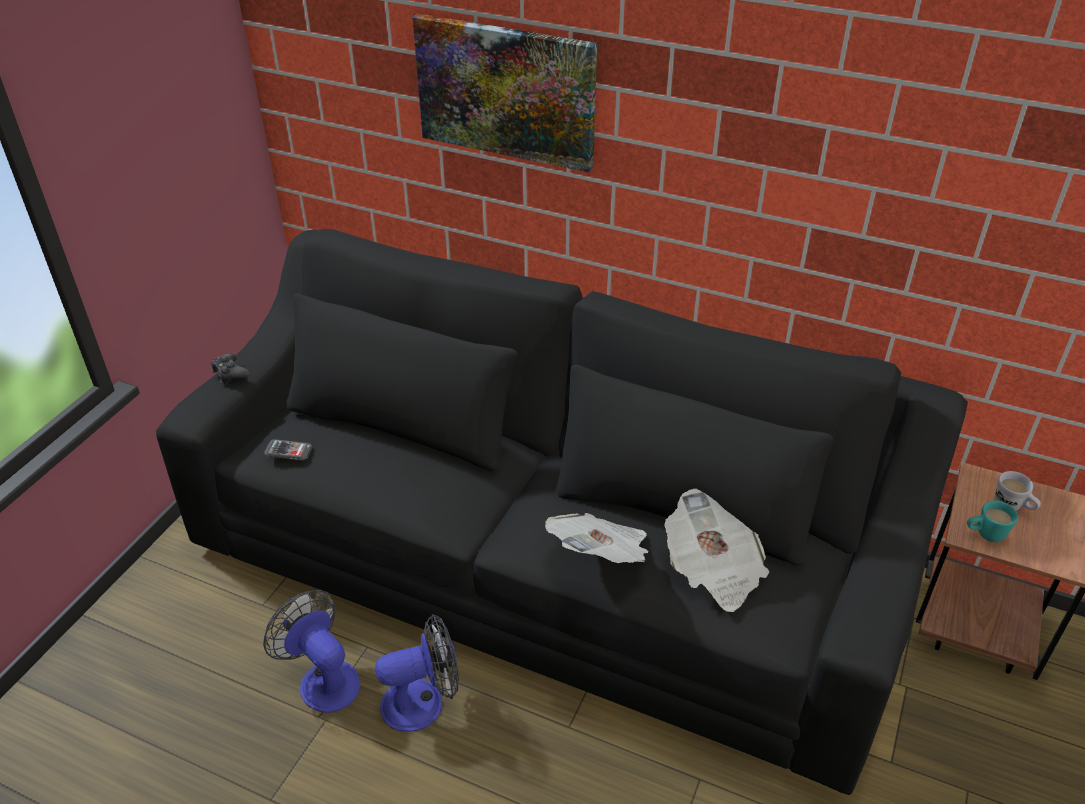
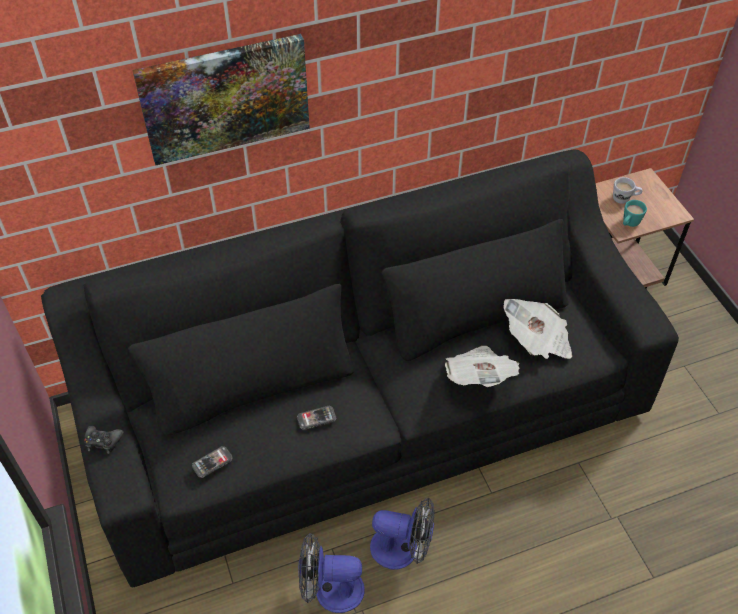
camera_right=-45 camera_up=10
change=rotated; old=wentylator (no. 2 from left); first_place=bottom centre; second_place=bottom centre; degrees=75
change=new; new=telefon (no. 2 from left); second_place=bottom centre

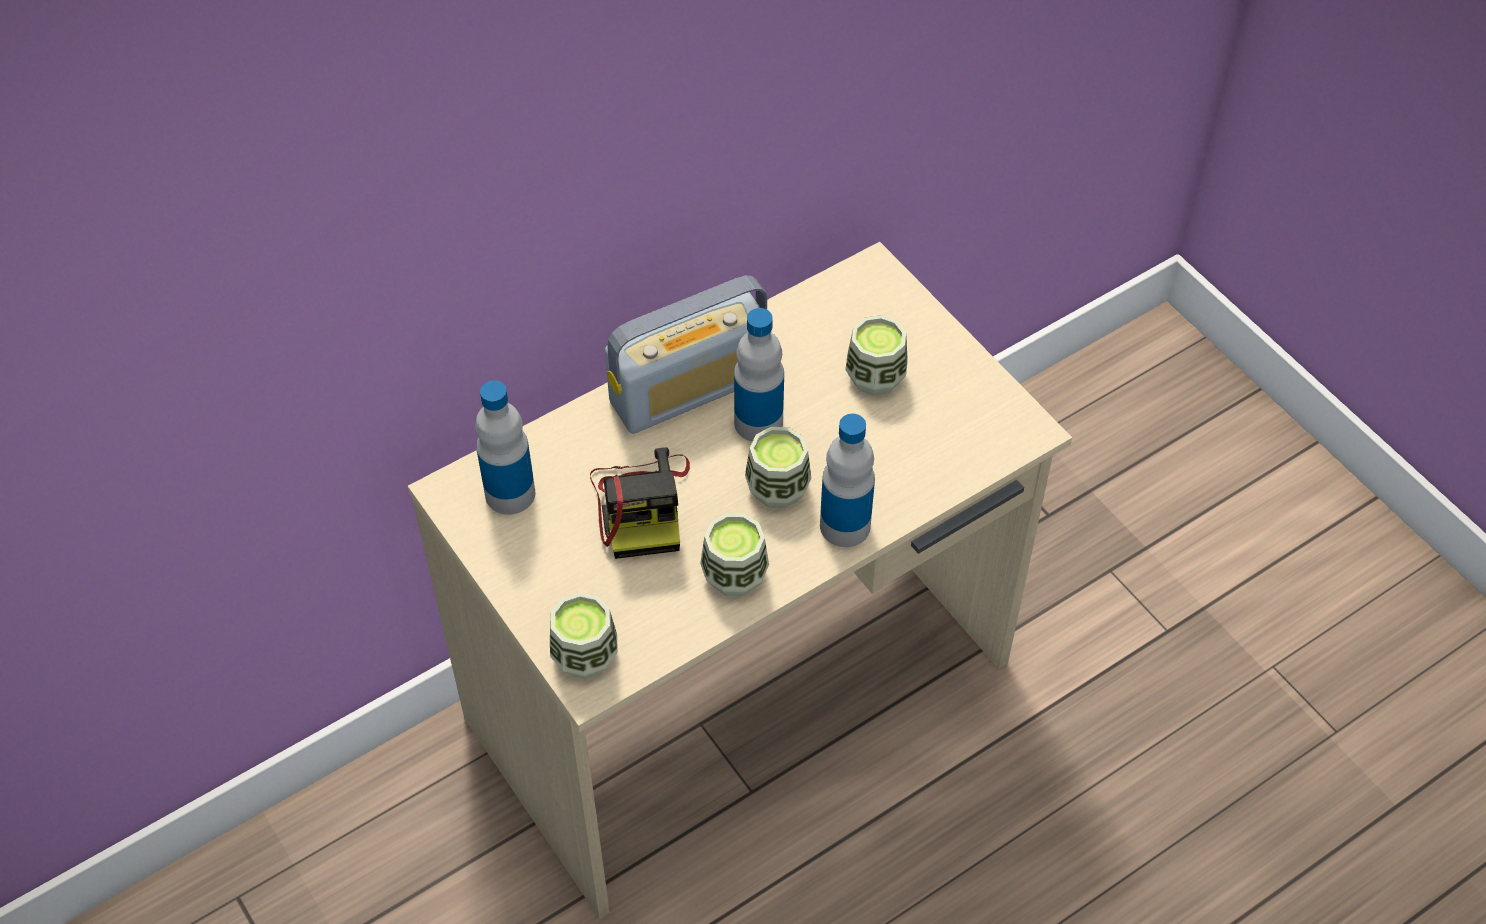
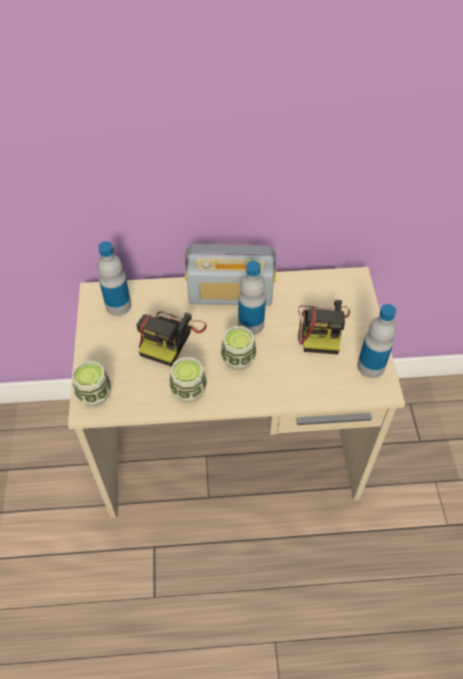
camera_right=30 camera_up=0
change=swapped; old=filiżanka (no. 4 from left); new=aparat fotograficzny (no. 2 from left); first_place=centre; second_place=middle right
change=shifted; old=butelka (no. 3 from left); first_place=centre; second_place=middle right

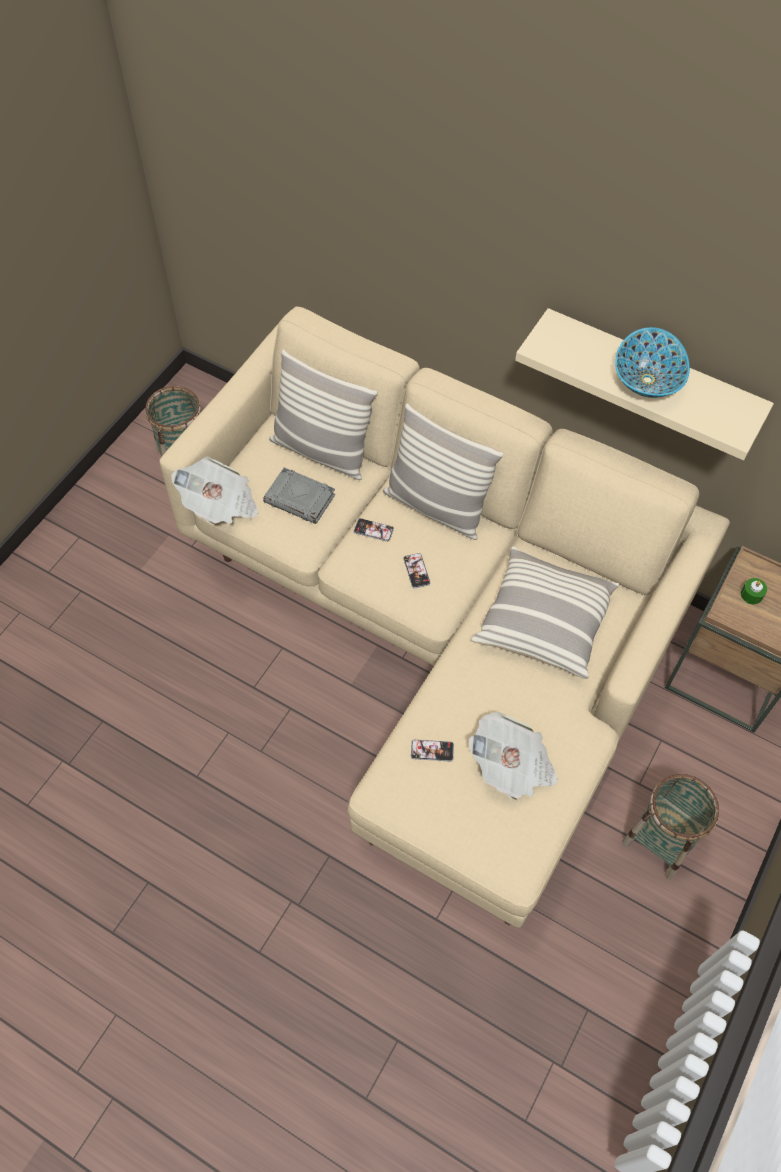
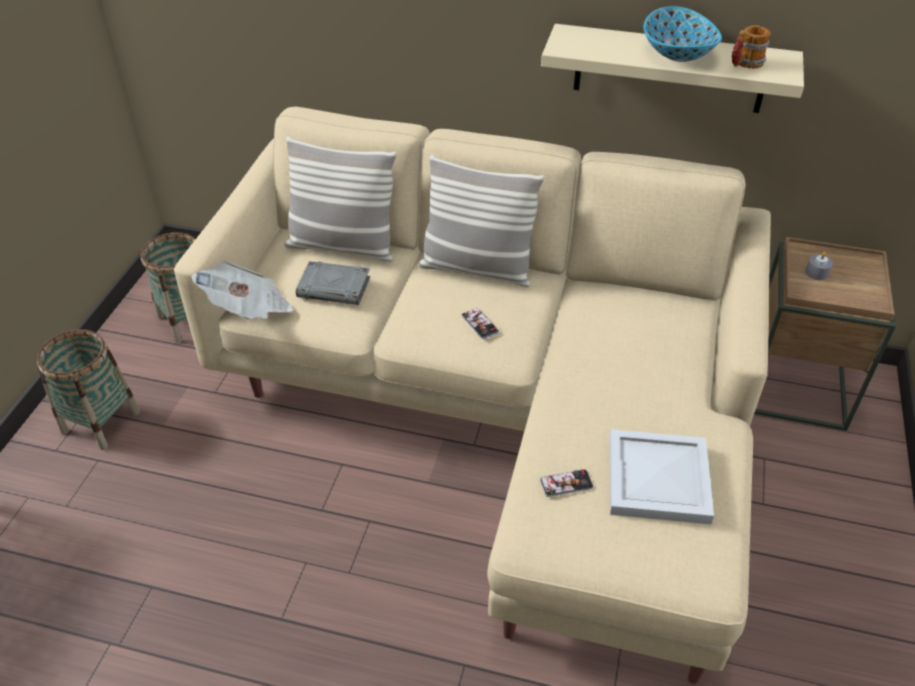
camera_right=-15 camera_up=-15
change=gone; old=telefon (no. 1 from left); first_place=centre
change=gone; old=poduszka (no. 3 from left); first_place=middle right
change=repainted; old=świeca [zielony]; new=świeca [szary]; first_place=middle right; second_place=middle right
change=swapped; old=gazeta (no. 2 from left); new=taca [biały]; first_place=centre; second_place=bottom right
change=shifted; old=koszyk (no. 2 from left in the first image); new=koszyk (no. 1 from left); first_place=bottom right; second_place=middle left
change=new; new=kubek; second_place=top right

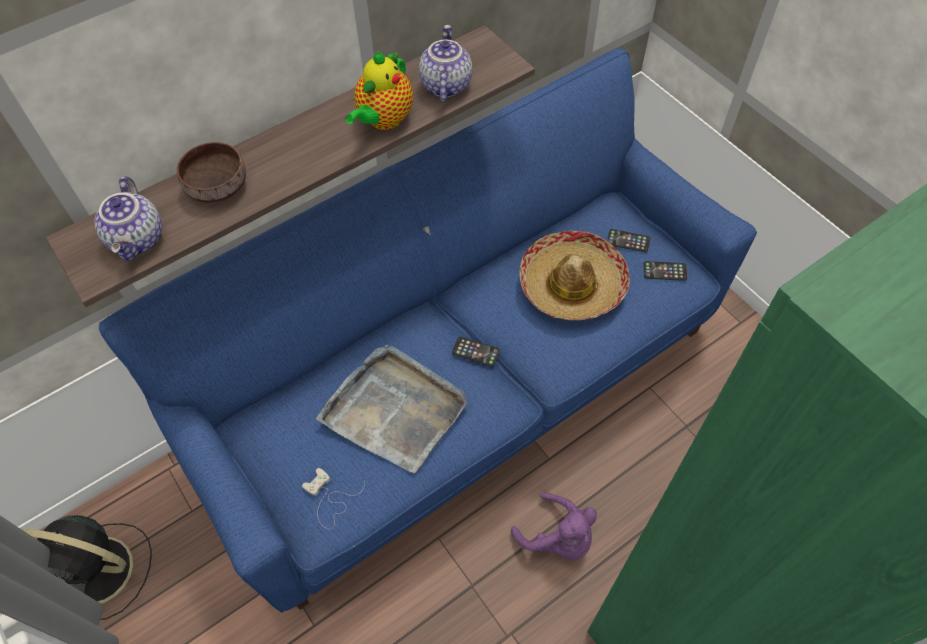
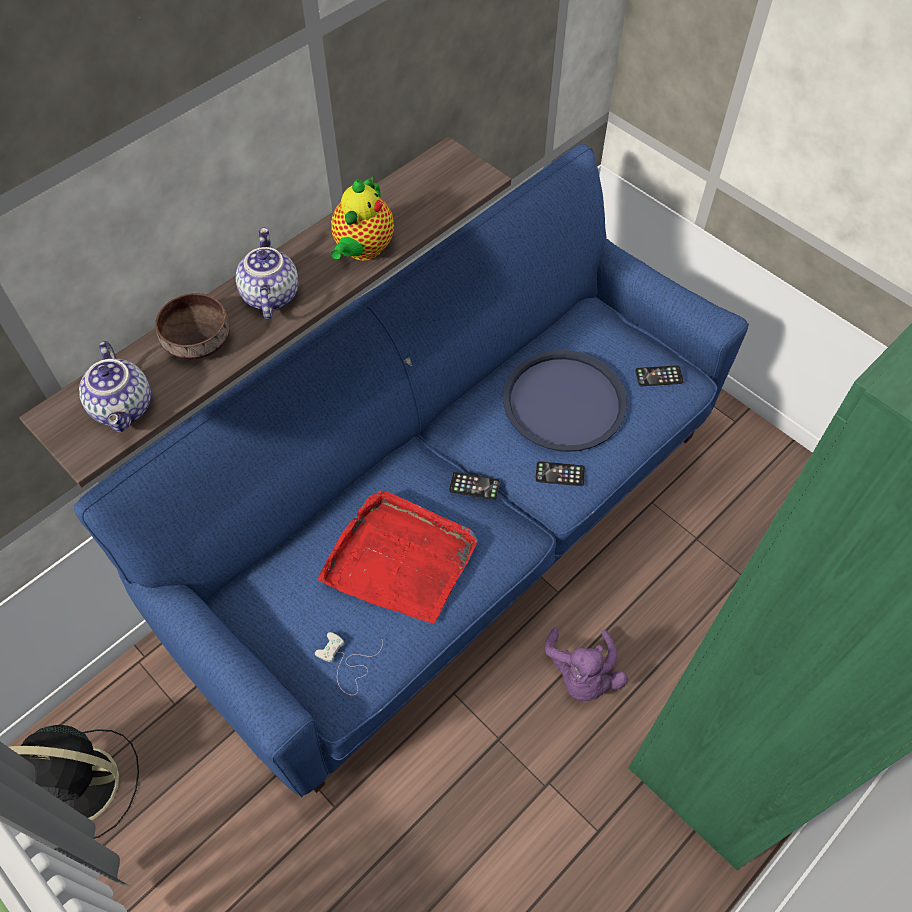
camera_right=-10 camera_up=0
change=shifted; old=imbryk (no. 3 from left in the first image); new=imbryk (no. 2 from left); first_place=top centre; second_place=top left
change=shifted; old=telefon (no. 2 from left); first_place=middle right; second_place=centre
change=swapped; old=kapelusz; new=taca [niebieski]; first_place=centre; second_place=centre
change=repainted; old=taca [szary]; new=taca [czerwony]; first_place=centre; second_place=centre
change=rotated; old=pluszak [fioletowy]; first_place=bottom centre; second_place=bottom centre; degrees=60

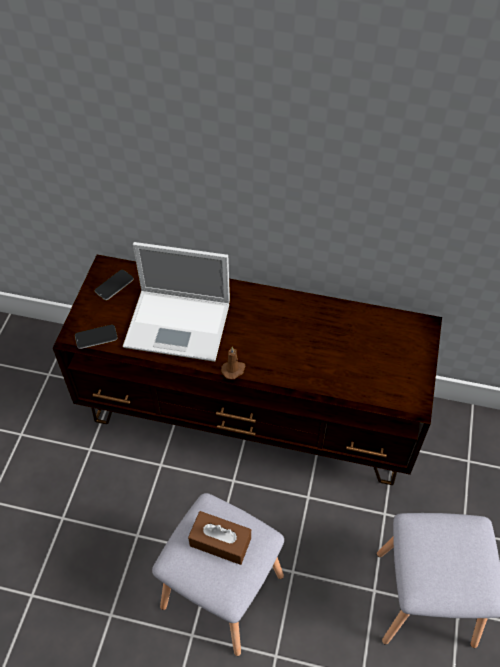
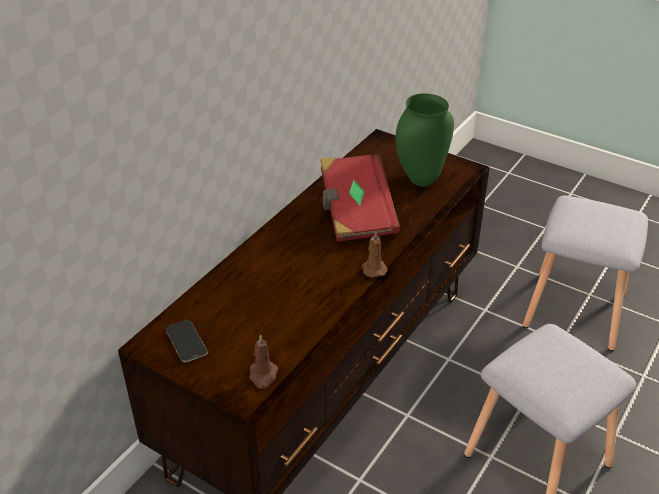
camera_right=-70 camera_up=-15
change=gone; old=laptop; first_place=centre
change=swapped; old=telefon (no. 1 from left); new=świeca [brązowy] (no. 1 from left); first_place=middle left; second_place=bottom centre
change=gone; old=pudełko chusteczek [brązowy]; first_place=bottom centre
change=new; new=wazon [zielony]; second_place=top centre
change=new; new=książka [czerwony]; second_place=centre

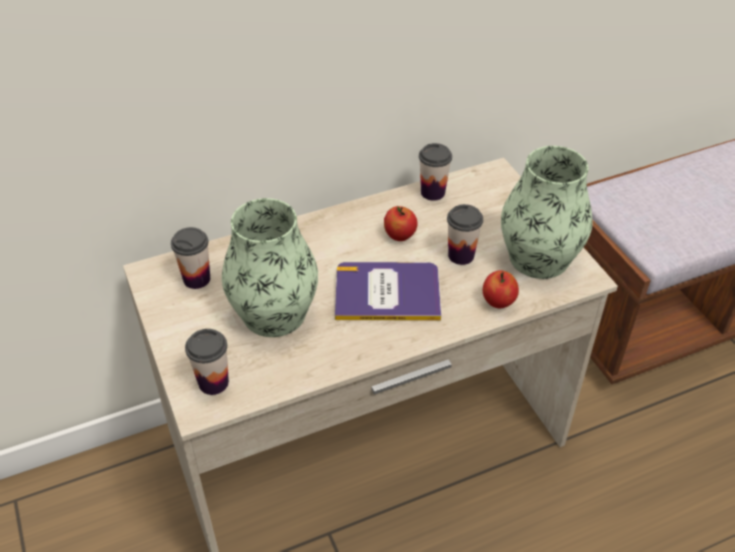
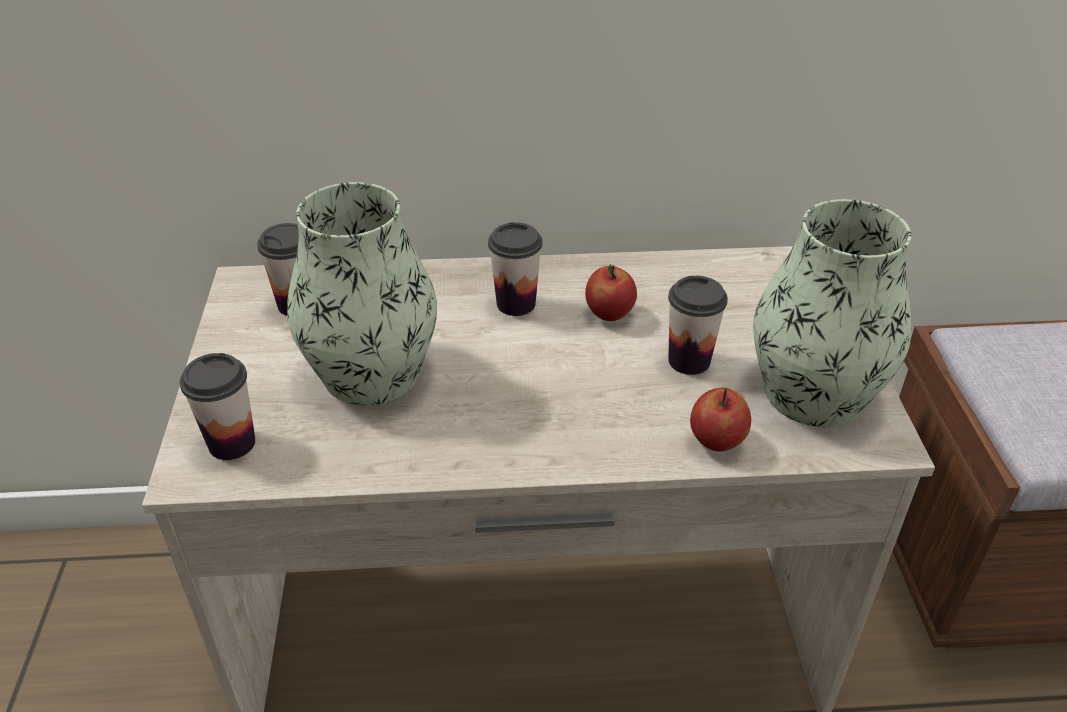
camera_right=20 camera_up=-5
change=shifted; old=filiżanka (no. 3 from left); first_place=top centre; second_place=centre
change=gone; old=książka; first_place=centre

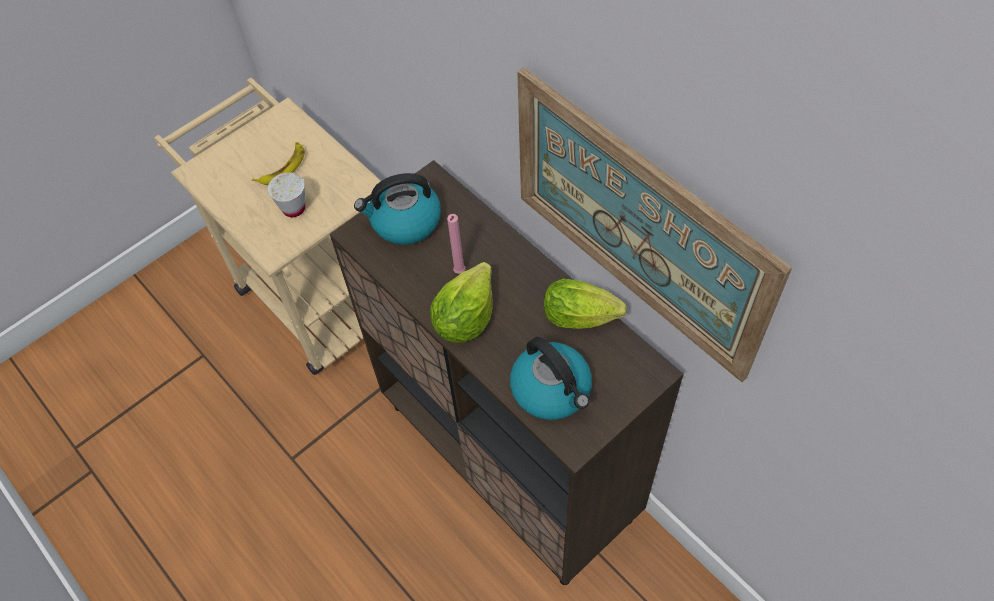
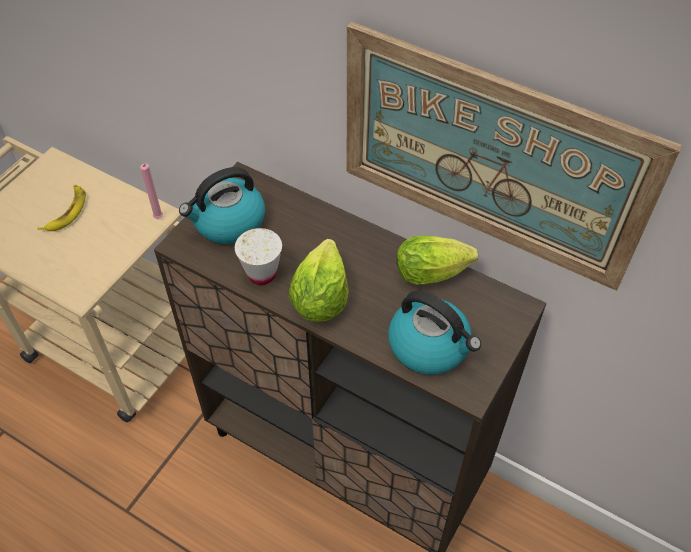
camera_right=-20 camera_up=-5
change=shifted; old=filiżanka [biały]; first_place=top left; second_place=centre
change=shifted; old=świeca [różowy]; first_place=centre; second_place=middle left

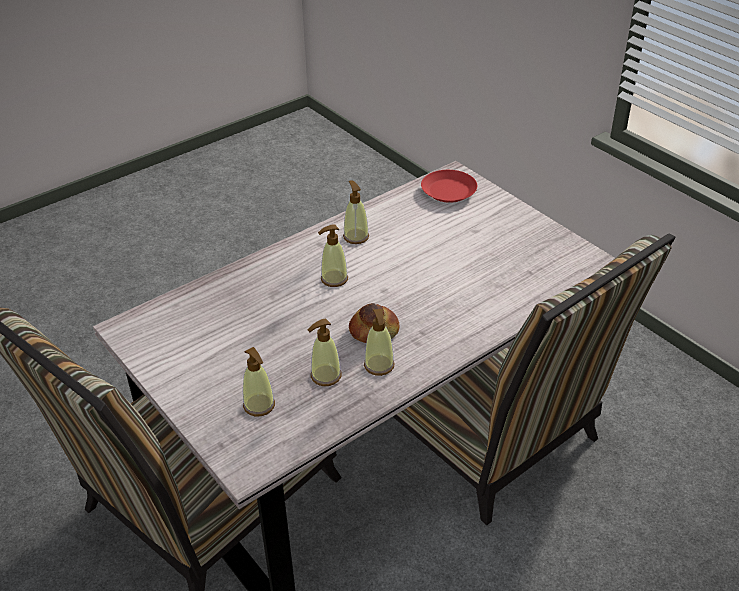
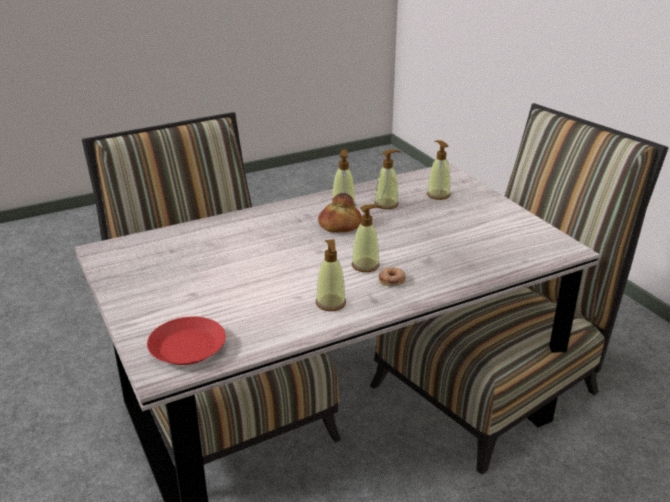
camera_right=-170 camera_up=-10
change=new; new=donut; second_place=centre

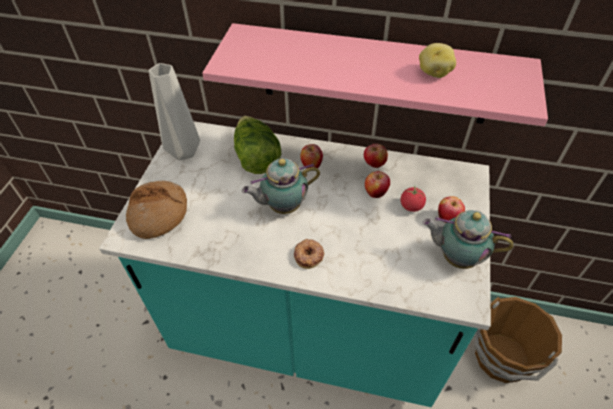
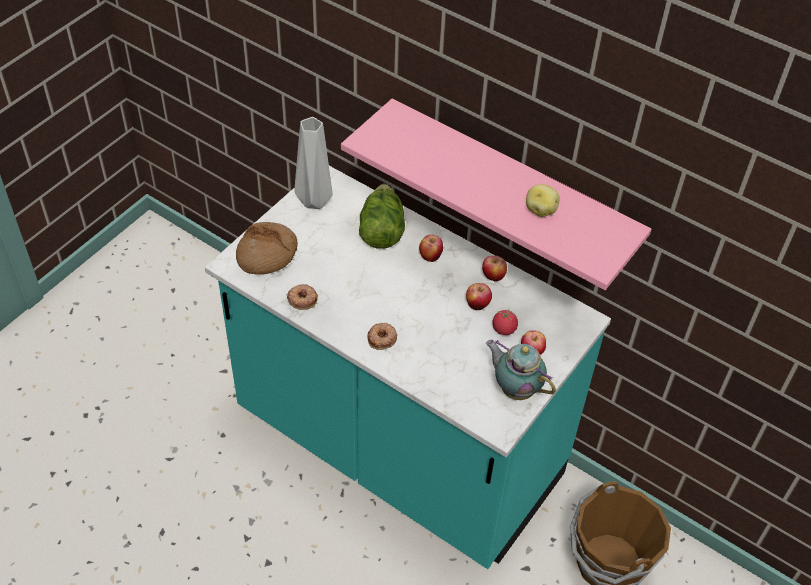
camera_right=20 camera_up=0
change=gone; old=imbryk (no. 1 from left); first_place=centre
change=new; new=donut (no. 1 from left); second_place=centre

